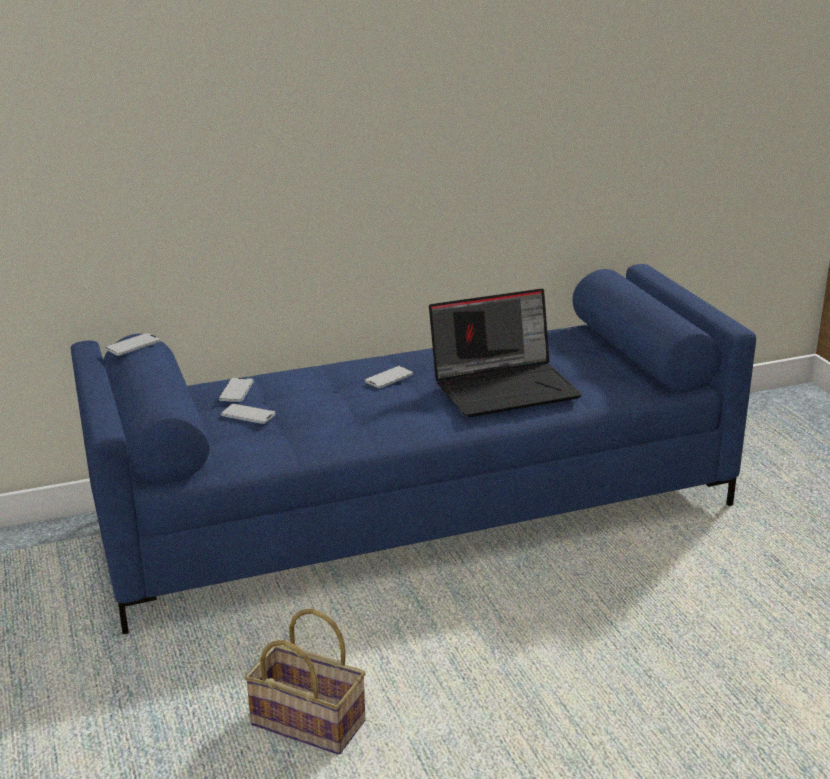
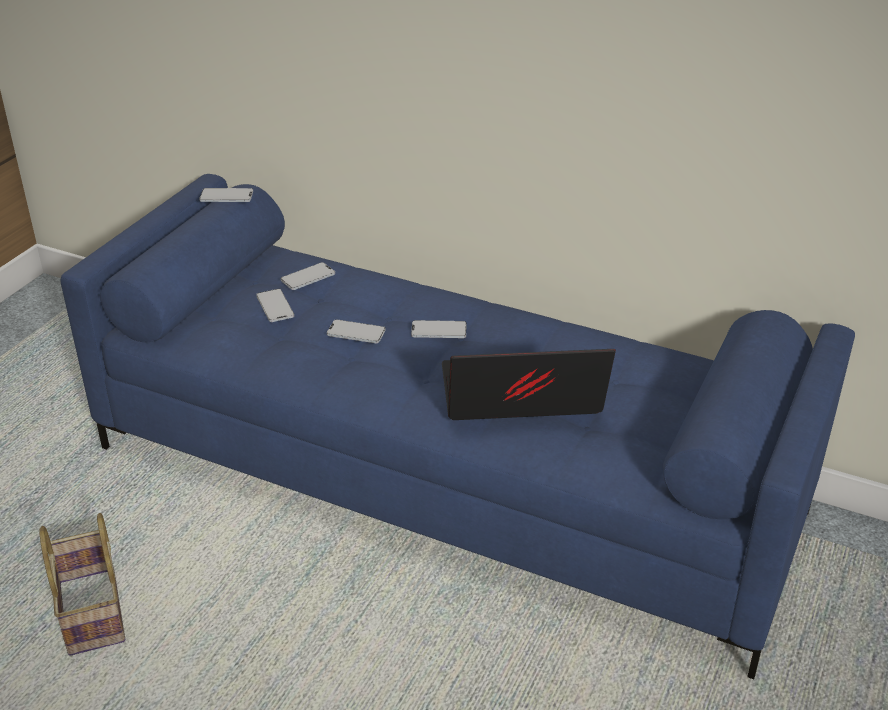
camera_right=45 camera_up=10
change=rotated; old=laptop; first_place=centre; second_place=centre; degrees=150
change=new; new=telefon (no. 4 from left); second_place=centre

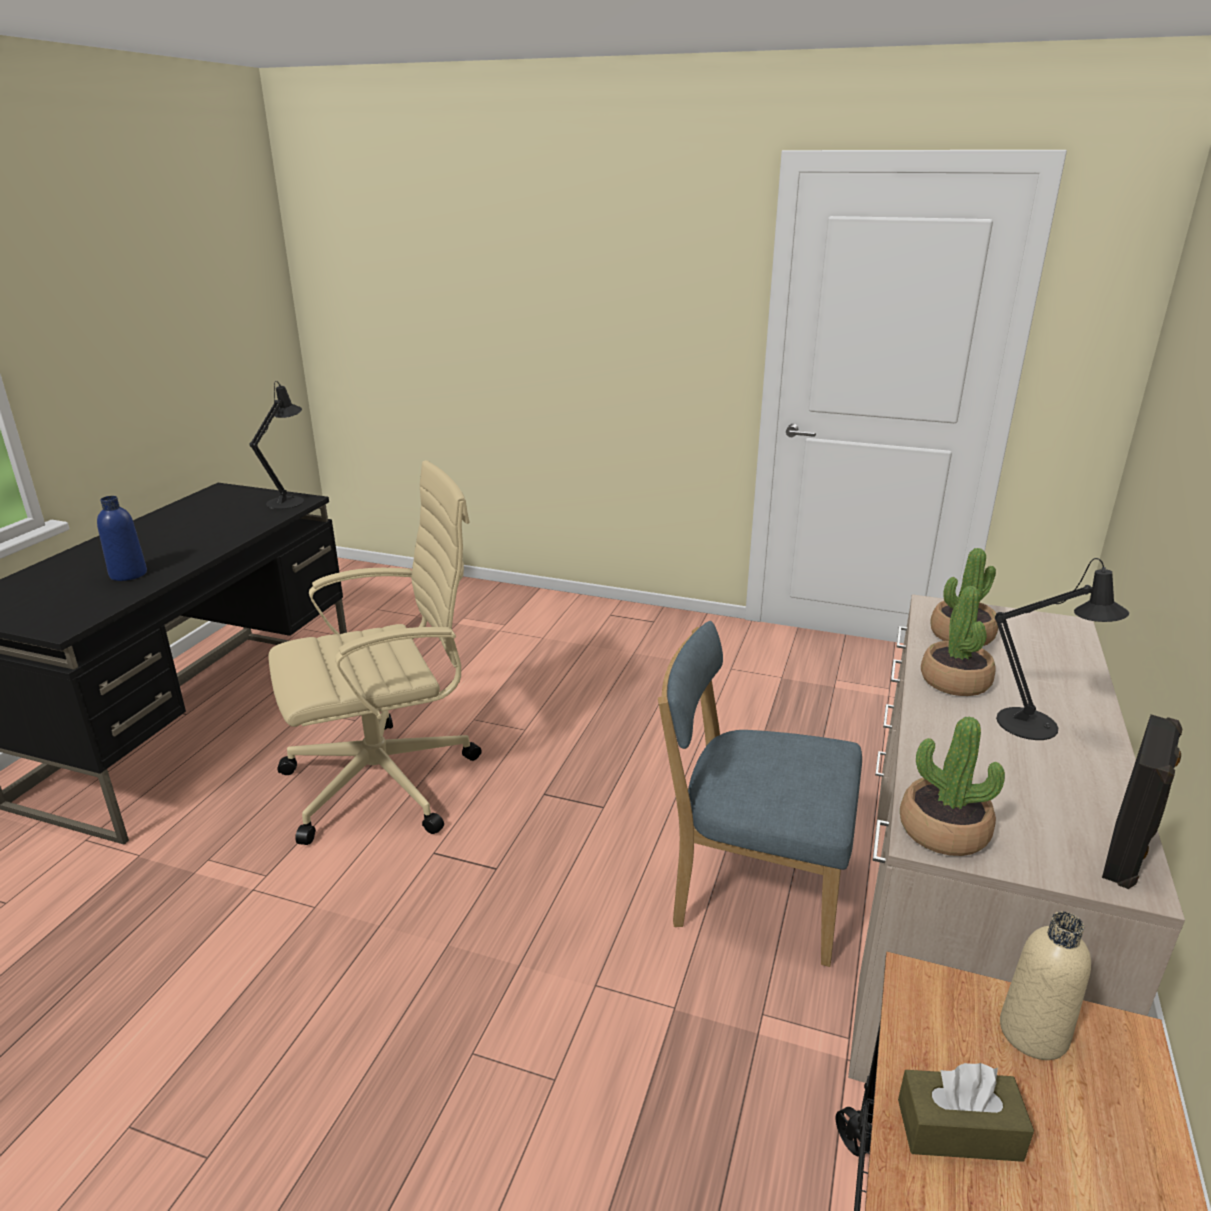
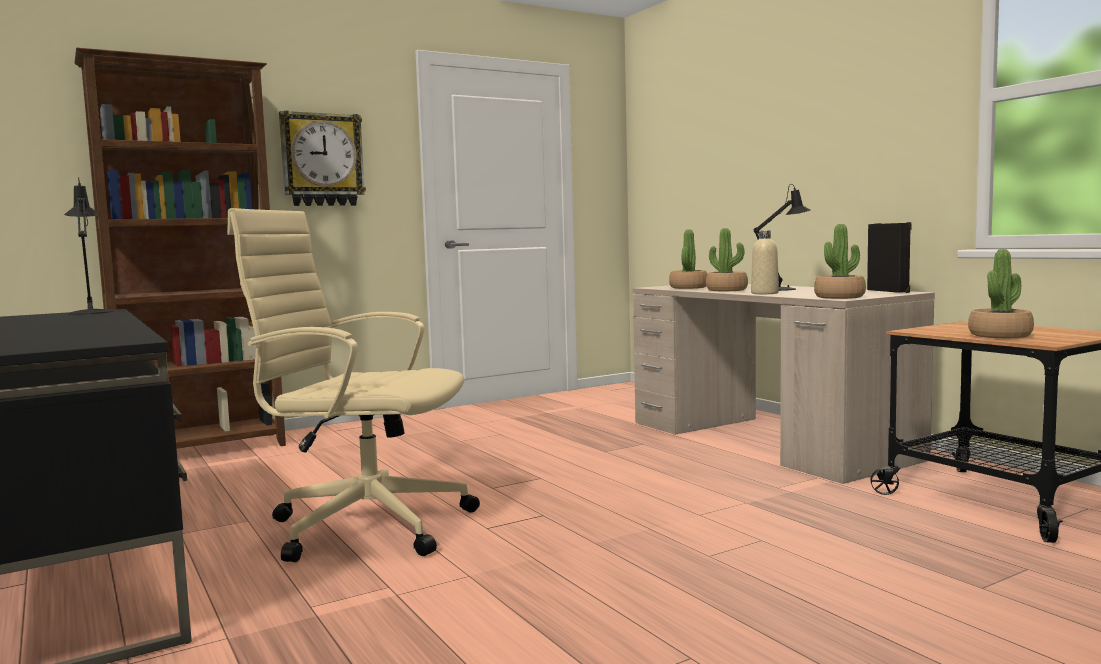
camera_right=-50 camera_up=-20
change=rotated; old=krzesło biurowe [beżowy]; first_place=middle left; second_place=middle left; degrees=-90
change=gone; old=butelka [niebieski]; first_place=middle left
change=gone; old=krzesło [niebieski]; first_place=centre
change=shifted; old=butelka [beżowy]; first_place=bottom right; second_place=middle right
change=swapped; old=pudełko chusteczek [brązowy]; new=roślina doniczkowa (no. 4 from left); first_place=bottom right; second_place=middle right
change=new; new=regał [brązowy]; second_place=middle left
change=new; new=zegar ścienny; second_place=top left

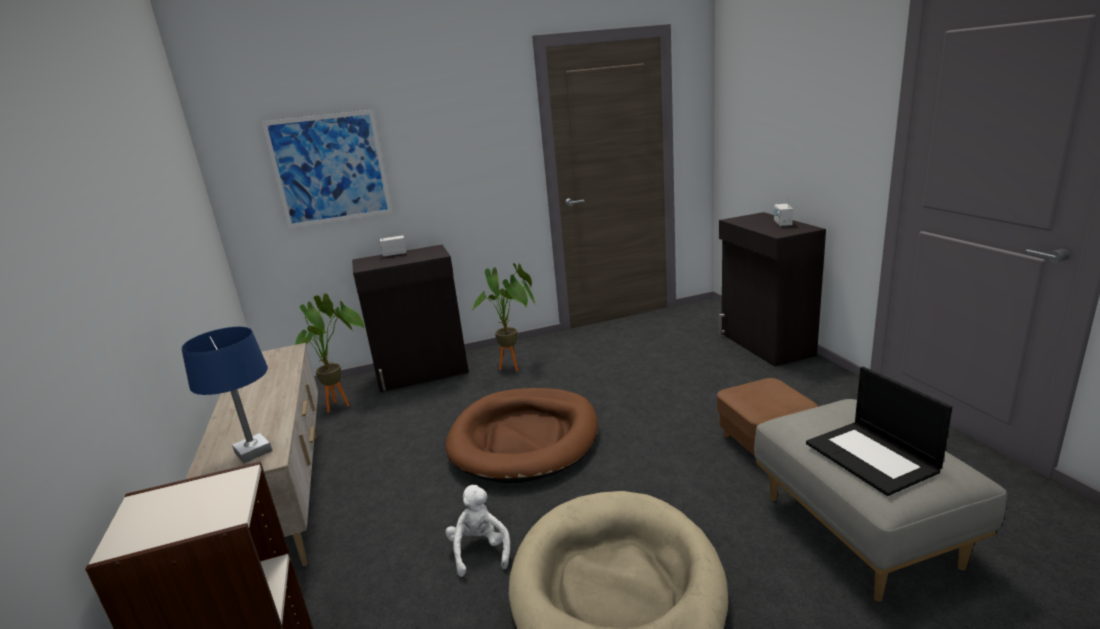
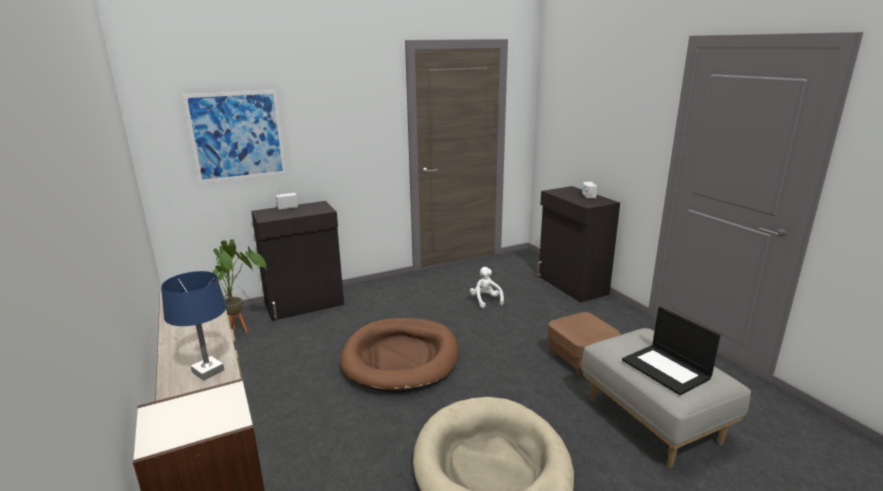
camera_right=-10 camera_up=0
change=gone; old=roślina doniczkowa (no. 2 from left); first_place=centre
change=shifted; old=pluszak [biały]; first_place=bottom centre; second_place=centre

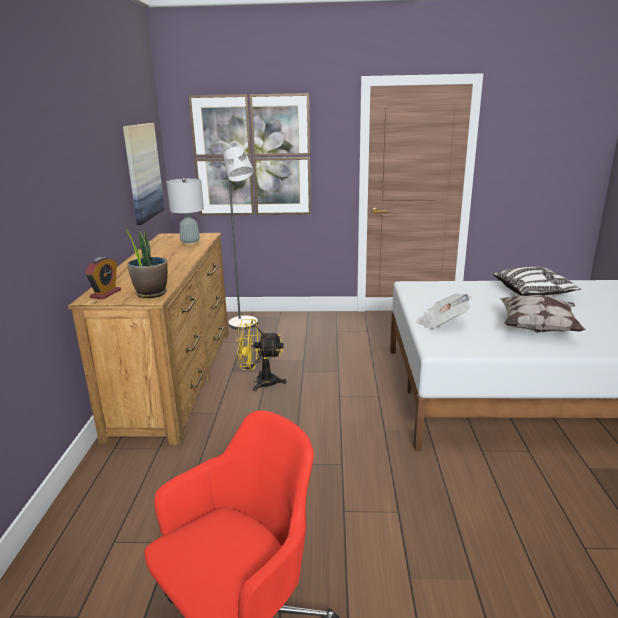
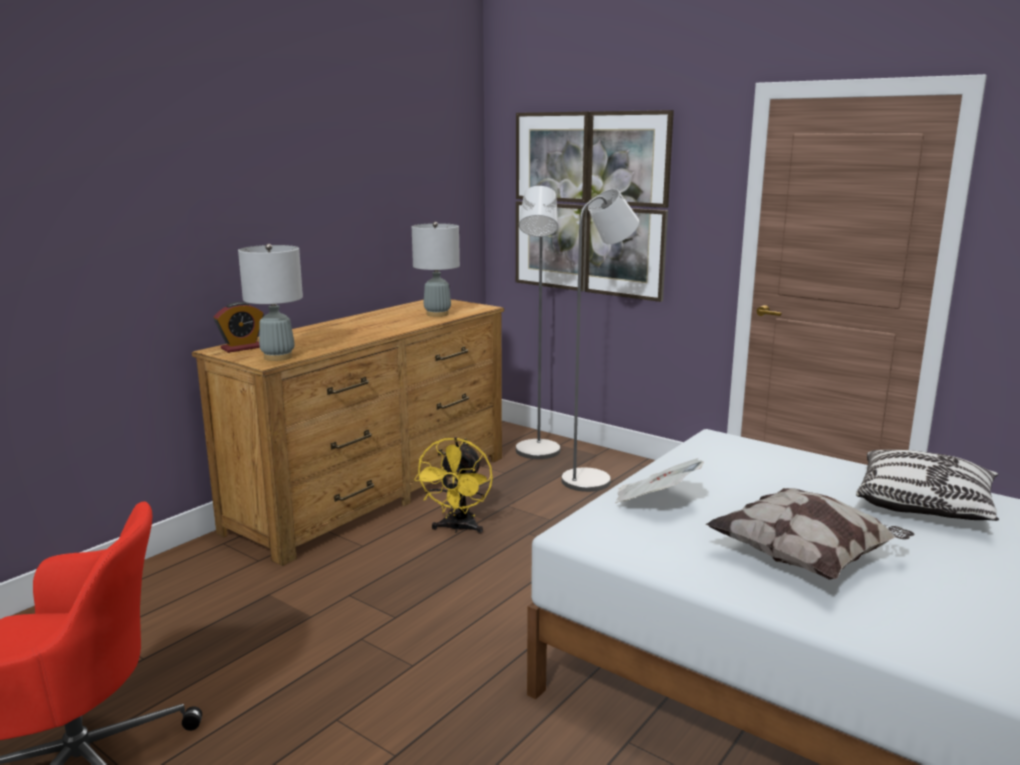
camera_right=35 camera_up=-5
change=gone; old=obraz (no. 1 from left); first_place=top left
change=swapped; old=roślina doniczkowa; new=lampa stołowa [szary] (no. 1 from left); first_place=middle left; second_place=middle left
change=rotated; old=wentylator [żółty]; first_place=centre; second_place=centre; degrees=-120
change=new; new=lampa stojąca [szary] (no. 2 from left); second_place=centre

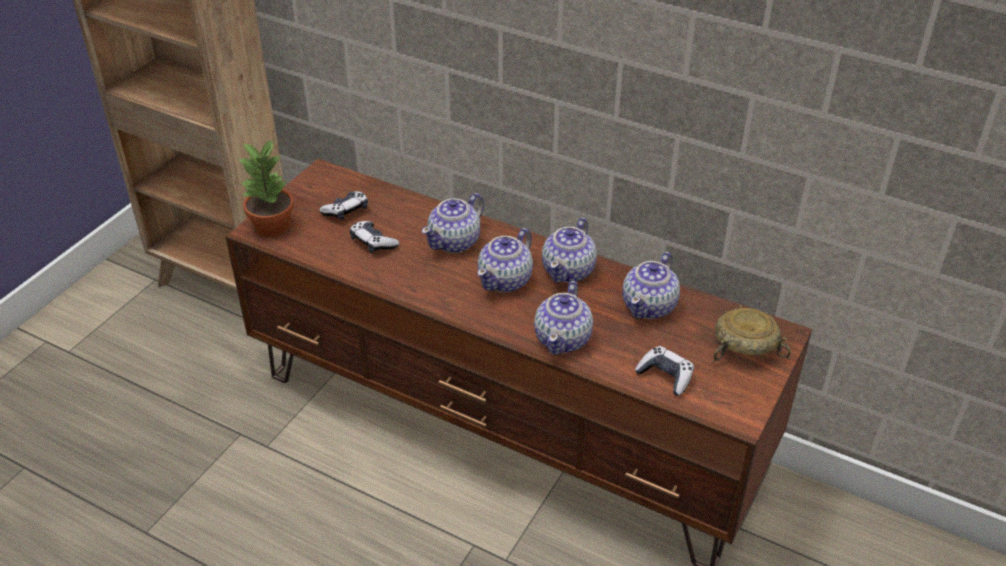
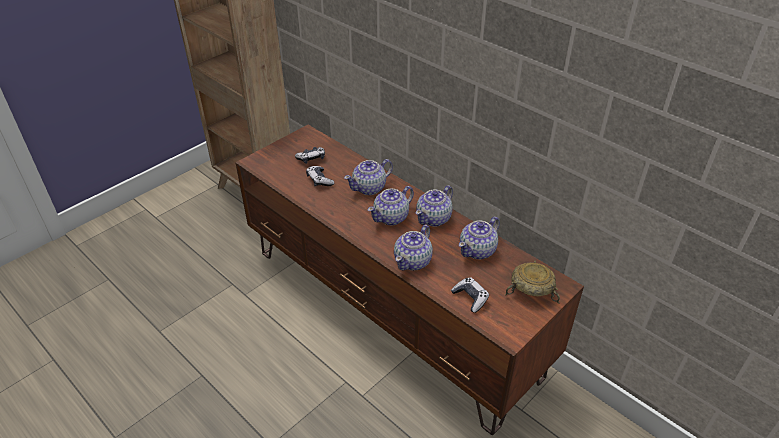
camera_right=15 camera_up=0
change=gone; old=roślina doniczkowa; first_place=top left

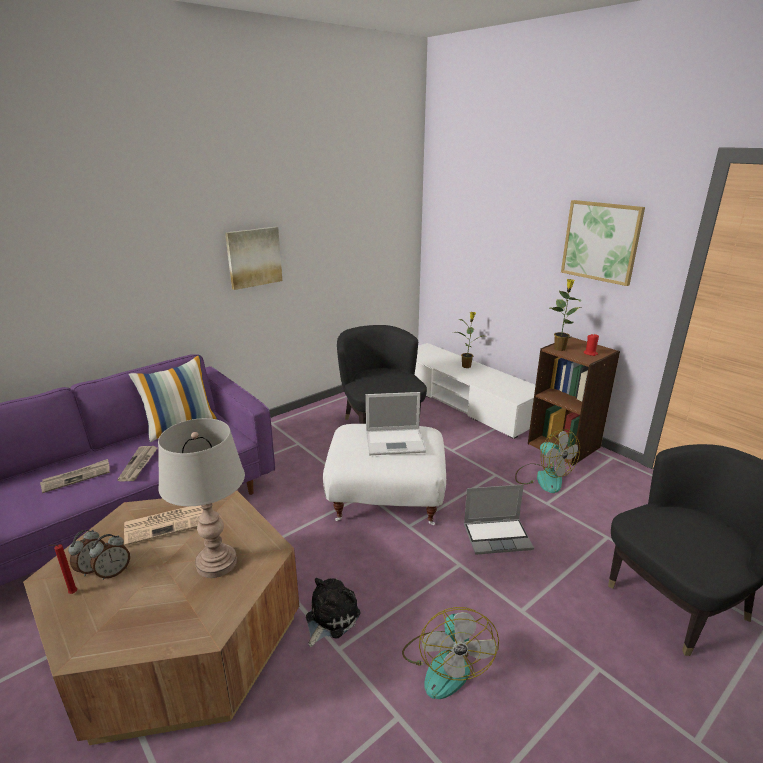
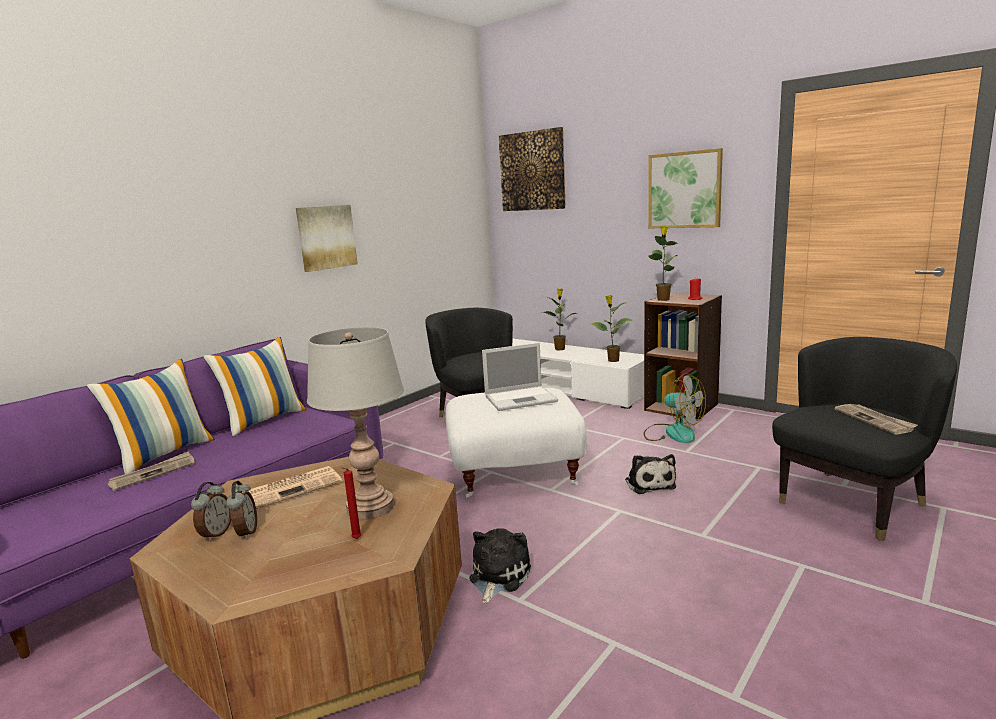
camera_right=-10 camera_up=-10
change=shifted; old=gazeta (no. 2 from left in the first image); new=gazeta (no. 3 from left); first_place=middle left; second_place=middle right
change=swapped; old=laptop (no. 2 from left); new=pluszak (no. 2 from left); first_place=bottom centre; second_place=centre
change=rotated; old=budzik (no. 2 from left); first_place=bottom left; second_place=bottom left; degrees=-45
change=shifted; old=świeca [czerwony] (no. 1 from left); first_place=bottom left; second_place=bottom centre
change=gone; old=wentylator (no. 1 from left); first_place=bottom centre
change=new; new=obraz (no. 2 from left); second_place=top centre
change=new; new=roślina doniczkowa (no. 2 from left); second_place=centre
change=new; new=poduszka (no. 1 from left); second_place=middle left

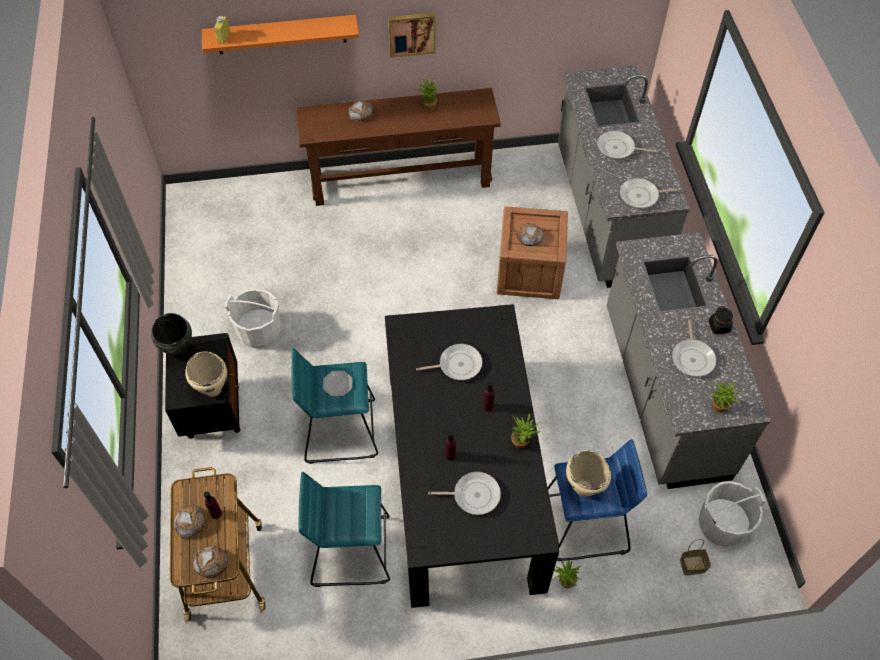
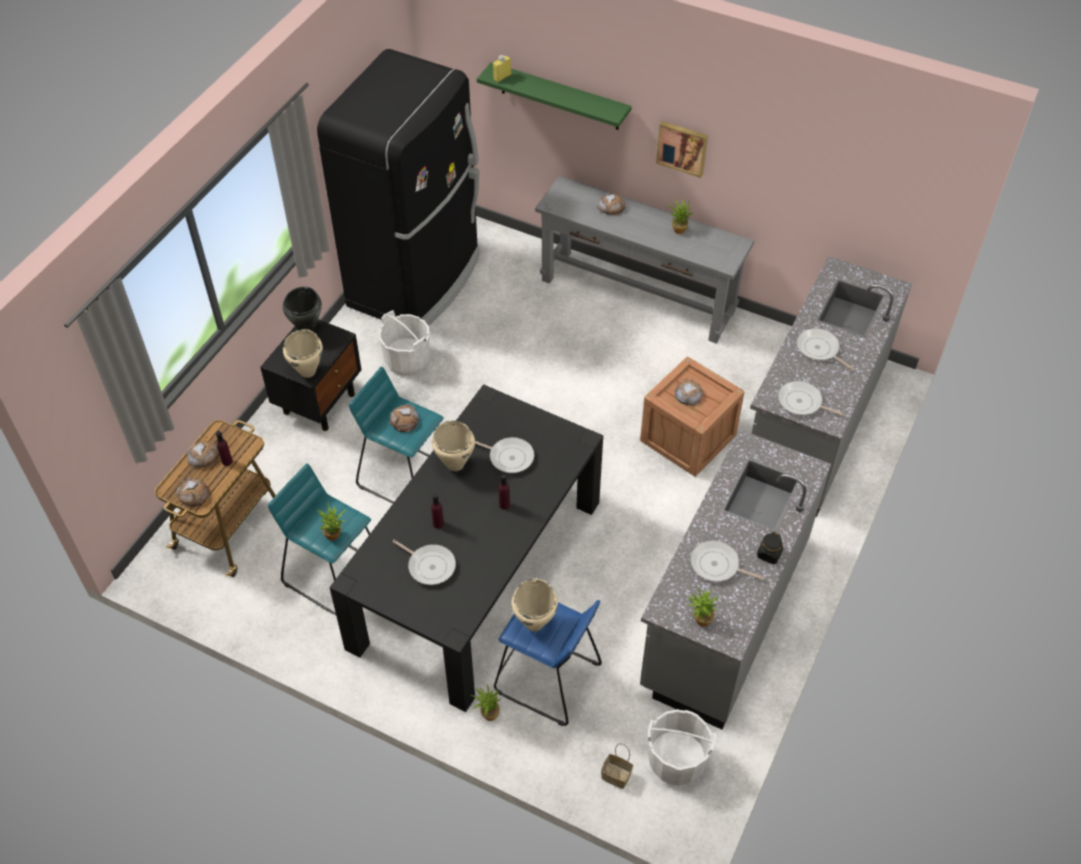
camera_right=35 camera_up=-5
change=repainted; old=półka [pomarańczowy]; new=półka [zielony]; first_place=top left; second_place=top centre
change=repainted; old=stolik konsolowy [brązowy]; new=stolik konsolowy [szary]; first_place=top centre; second_place=top centre
change=rotated; old=patelnia (no. 5 from left in the first image); first_place=middle right; second_place=middle right; degrees=75
change=swapped; old=talerz; new=chleb (no. 3 from left); first_place=centre; second_place=centre
change=shifted; old=roślina doniczkowa (no. 2 from left in the first image); new=roślina doniczkowa (no. 1 from left); first_place=centre; second_place=middle left
change=new; new=lodówka [czarny]; second_place=top centre
change=new; new=garnek [beżowy] (no. 2 from left); second_place=centre

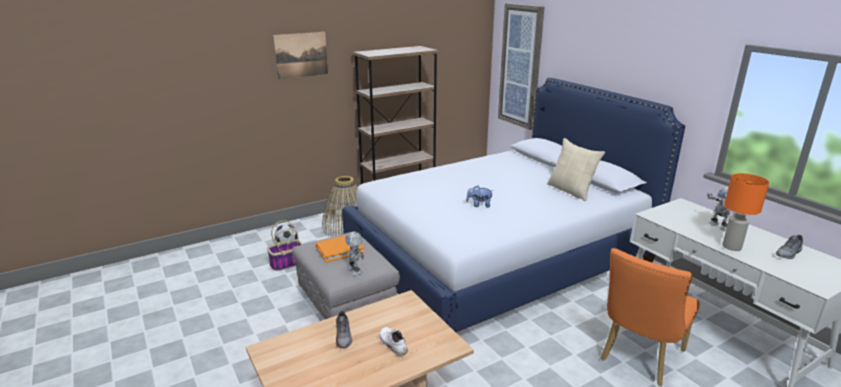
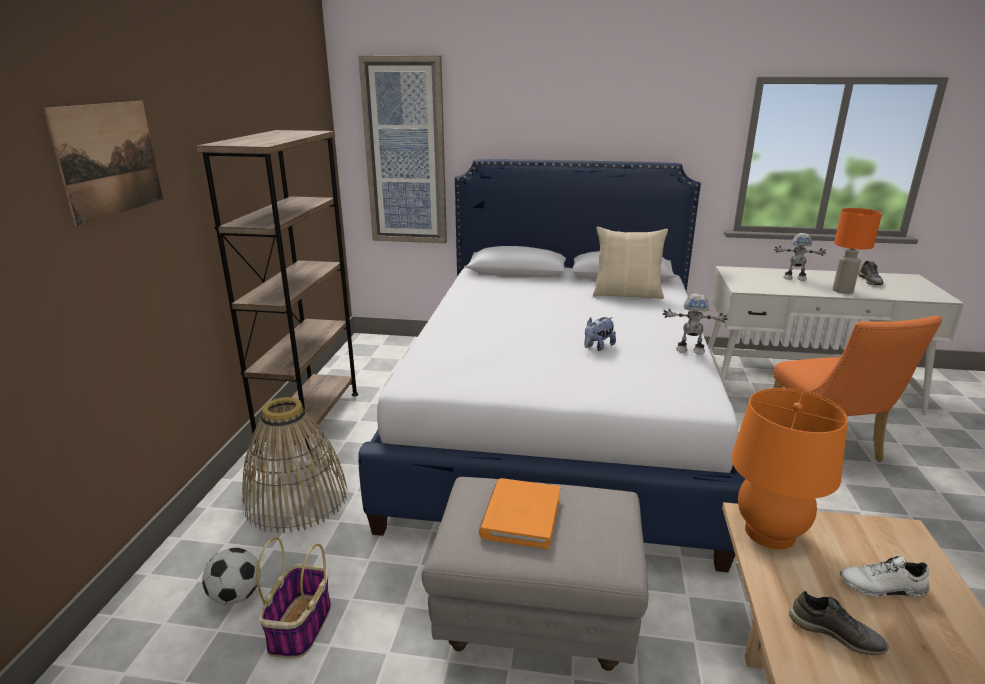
camera_right=-50 camera_up=0
change=shifted; old=robot zabawkowy (no. 1 from left); first_place=centre; second_place=middle right
change=new; new=lampa stołowa [pomarańczowy] (no. 1 from left); second_place=bottom right

